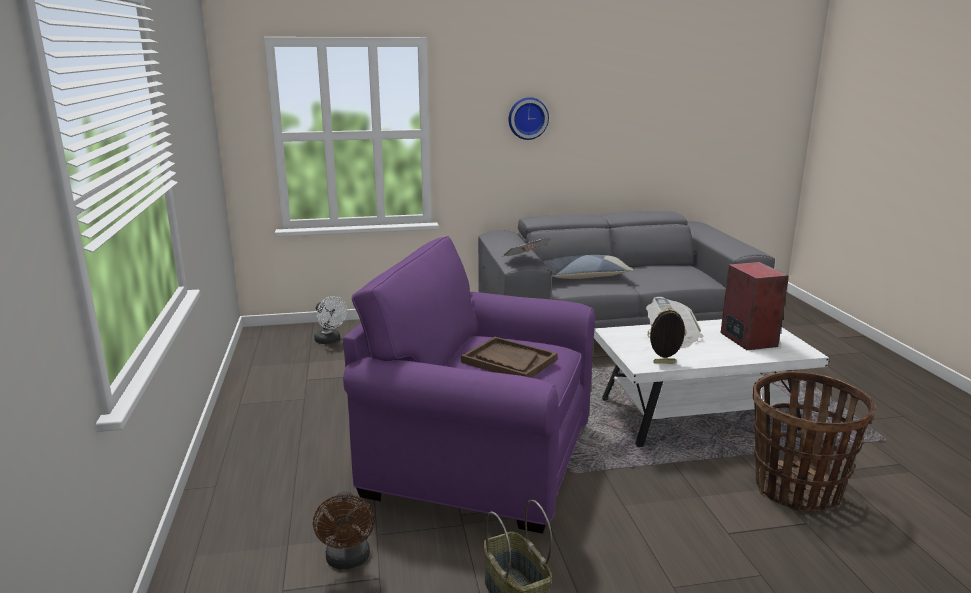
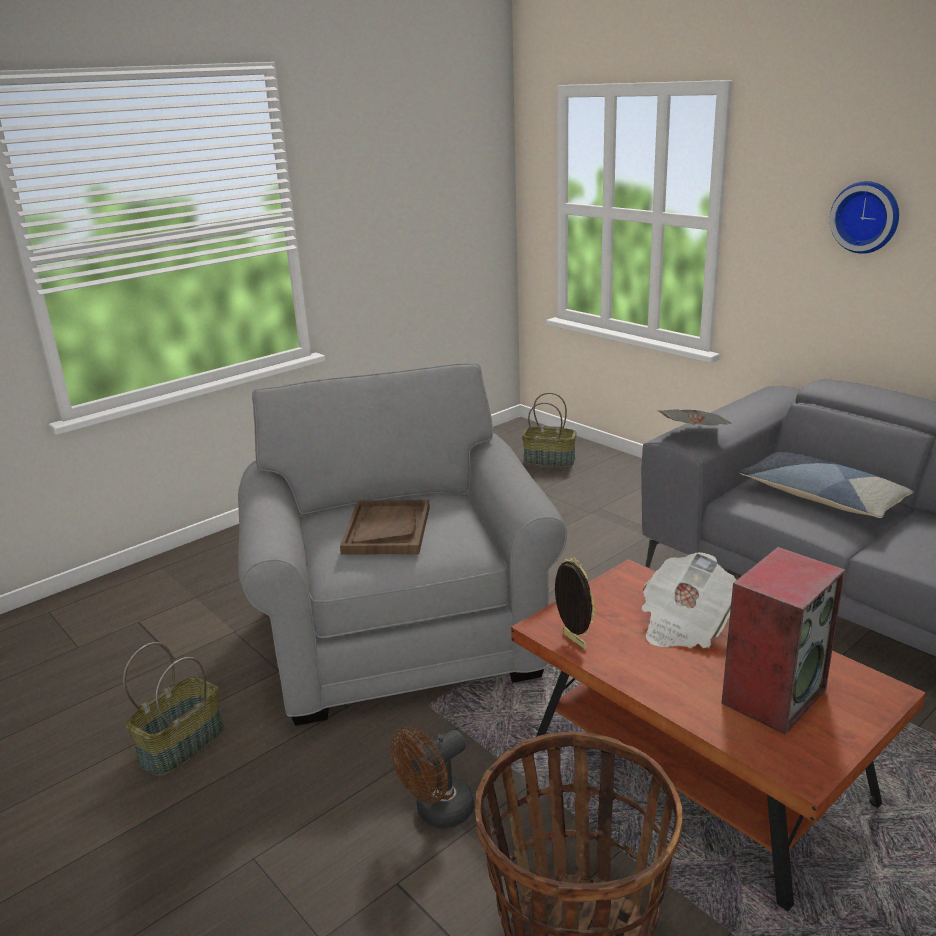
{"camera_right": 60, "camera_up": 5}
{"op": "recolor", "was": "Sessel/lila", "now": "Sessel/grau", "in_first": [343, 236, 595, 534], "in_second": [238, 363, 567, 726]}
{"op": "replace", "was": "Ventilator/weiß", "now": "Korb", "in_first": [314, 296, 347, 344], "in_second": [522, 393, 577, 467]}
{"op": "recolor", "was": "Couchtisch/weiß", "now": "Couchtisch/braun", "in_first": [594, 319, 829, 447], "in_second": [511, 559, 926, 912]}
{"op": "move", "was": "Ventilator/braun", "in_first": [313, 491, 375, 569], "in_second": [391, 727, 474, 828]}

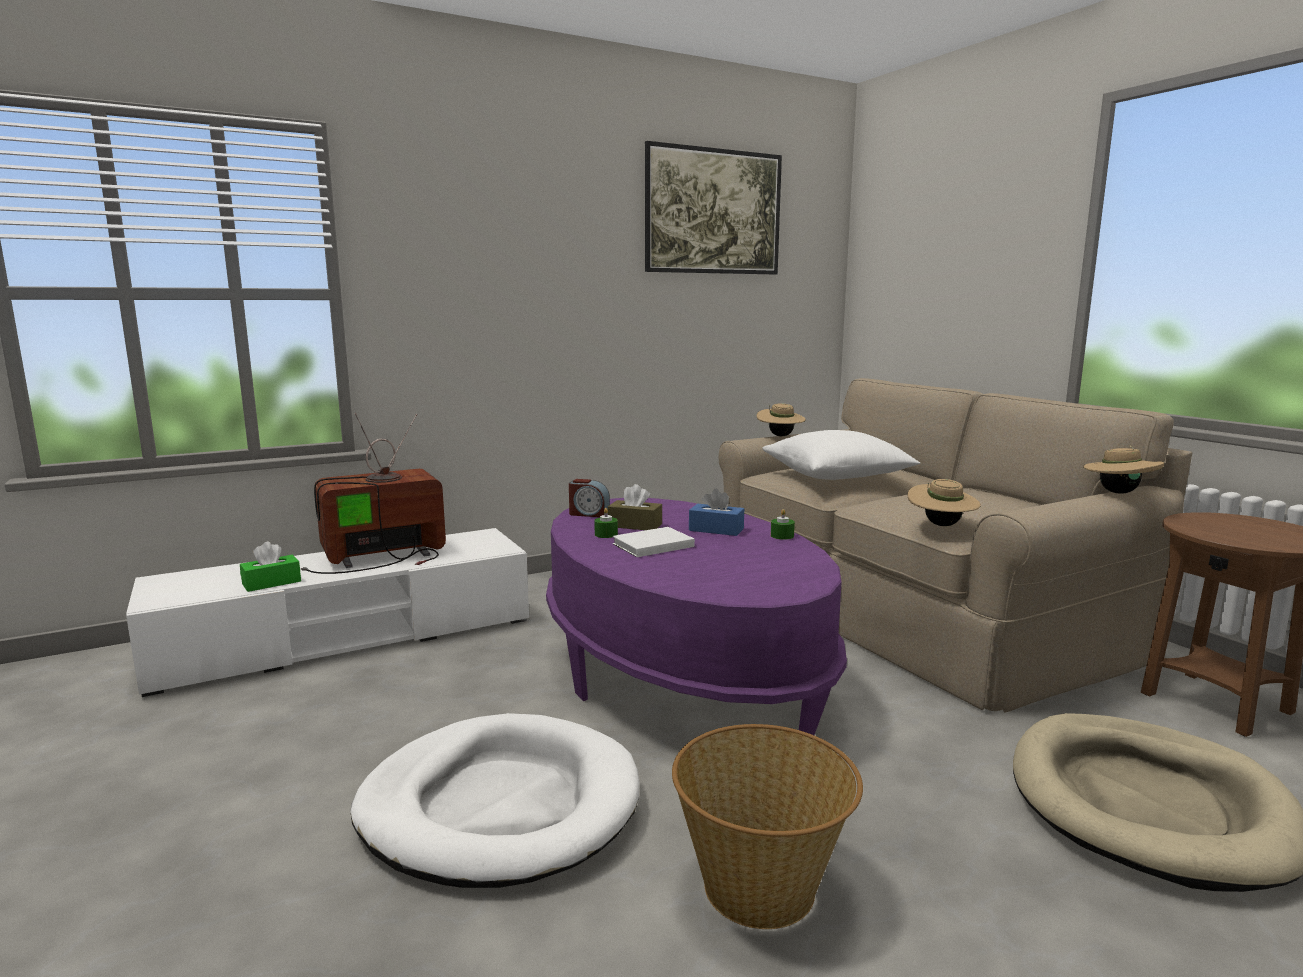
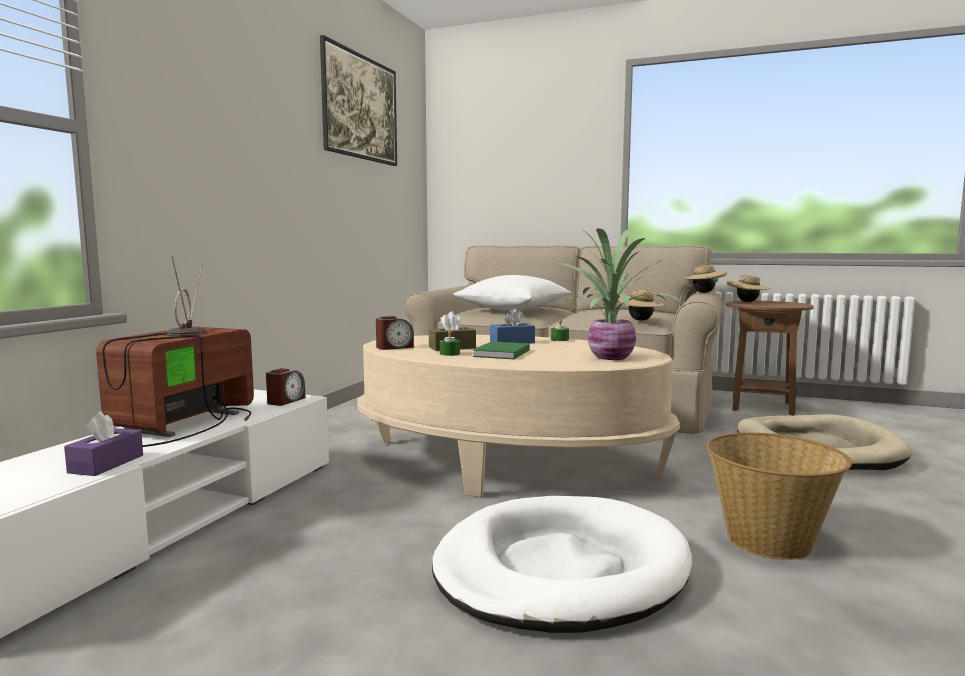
{"camera_right": -40, "camera_up": -5}
{"op": "move", "was": "Hut/beige", "in_first": [757, 403, 806, 436], "in_second": [727, 275, 770, 302]}
{"op": "recolor", "was": "Couchtisch/lila", "now": "Couchtisch/beige", "in_first": [546, 498, 847, 735], "in_second": [357, 335, 680, 497]}
{"op": "recolor", "was": "Buch/weiß", "now": "Buch/grün", "in_first": [613, 527, 695, 557], "in_second": [473, 342, 530, 359]}
{"op": "recolor", "was": "Taschentuchbox/grün", "now": "Taschentuchbox/lila", "in_first": [240, 541, 301, 592], "in_second": [64, 411, 143, 476]}
{"op": "insert", "now": "Topfpflanze", "in_second": [531, 228, 683, 360]}
{"op": "insert", "now": "Wecker", "in_second": [266, 368, 305, 406]}

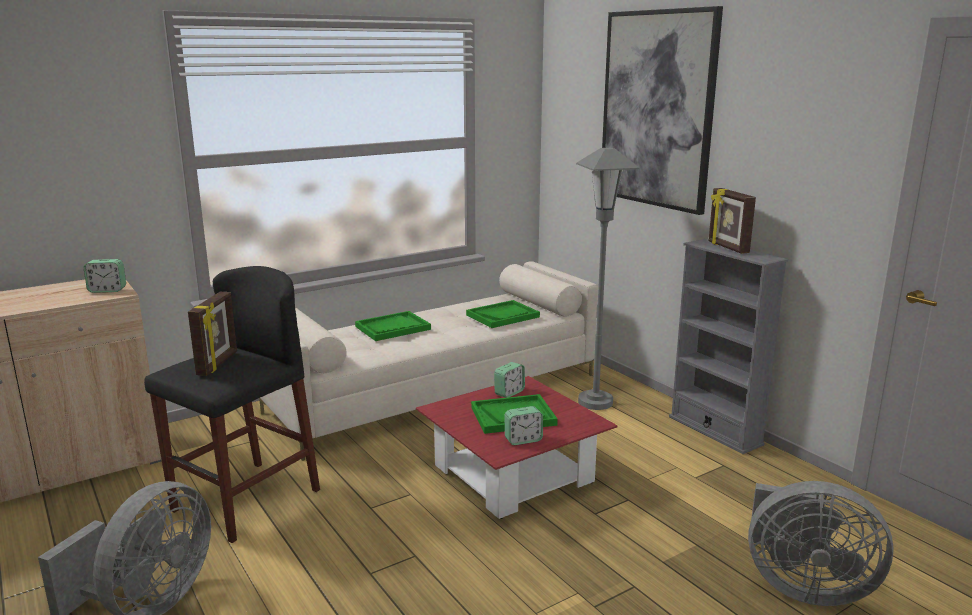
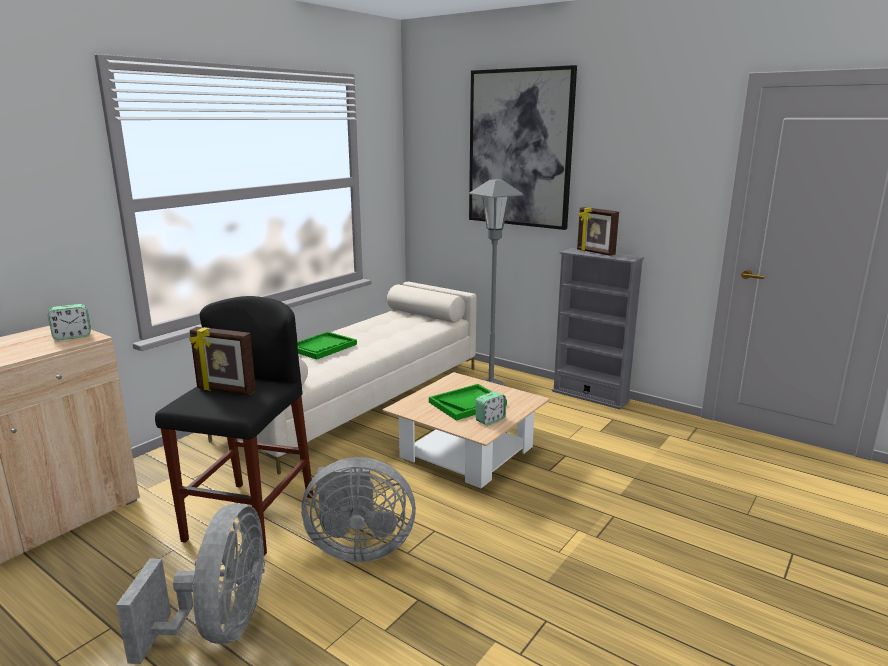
{"camera_right": -20, "camera_up": 0}
{"op": "rotate", "was": "Bilderrahmen", "in_first": [188, 292, 237, 376], "in_second": [189, 327, 256, 395], "clockwise": 120}
{"op": "delete", "was": "Tablett/grün", "in_first": [466, 300, 540, 328]}
{"op": "delete", "was": "Wecker", "in_first": [494, 362, 525, 398]}
{"op": "recolor", "was": "Couchtisch/rot", "now": "Couchtisch/beige", "in_first": [416, 376, 617, 519], "in_second": [382, 372, 550, 488]}
{"op": "move", "was": "Ventilator/grau", "in_first": [748, 481, 893, 606], "in_second": [302, 457, 416, 562]}

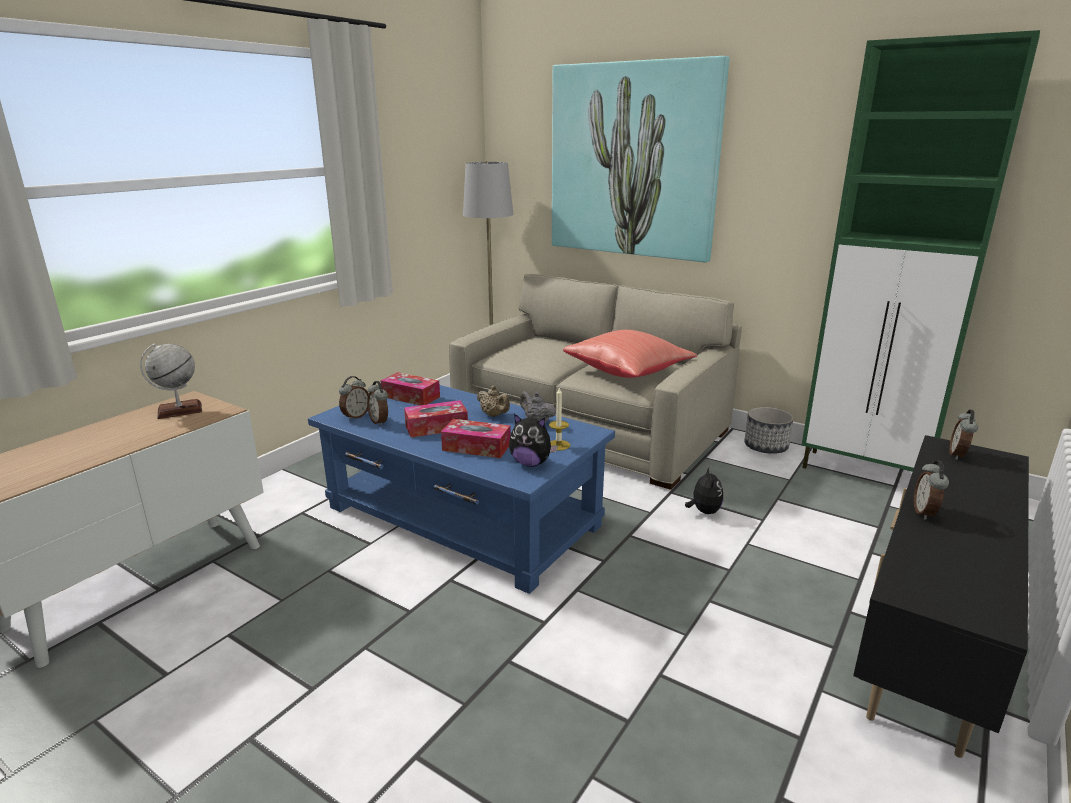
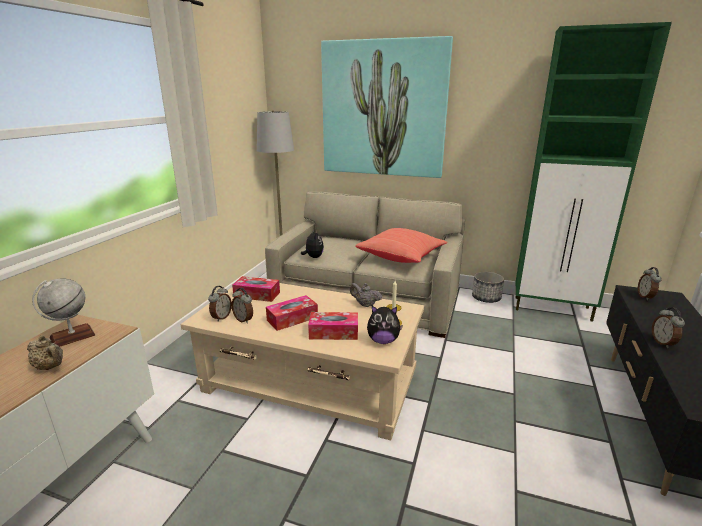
{"camera_right": -15, "camera_up": 0}
{"op": "recolor", "was": "Couchtisch/blau", "now": "Couchtisch/beige", "in_first": [308, 385, 615, 594], "in_second": [180, 283, 424, 440]}
{"op": "move", "was": "Teekanne/beige", "in_first": [477, 385, 510, 417], "in_second": [27, 335, 63, 370]}
{"op": "move", "was": "Plüschtier", "in_first": [685, 467, 723, 514], "in_second": [301, 229, 324, 258]}

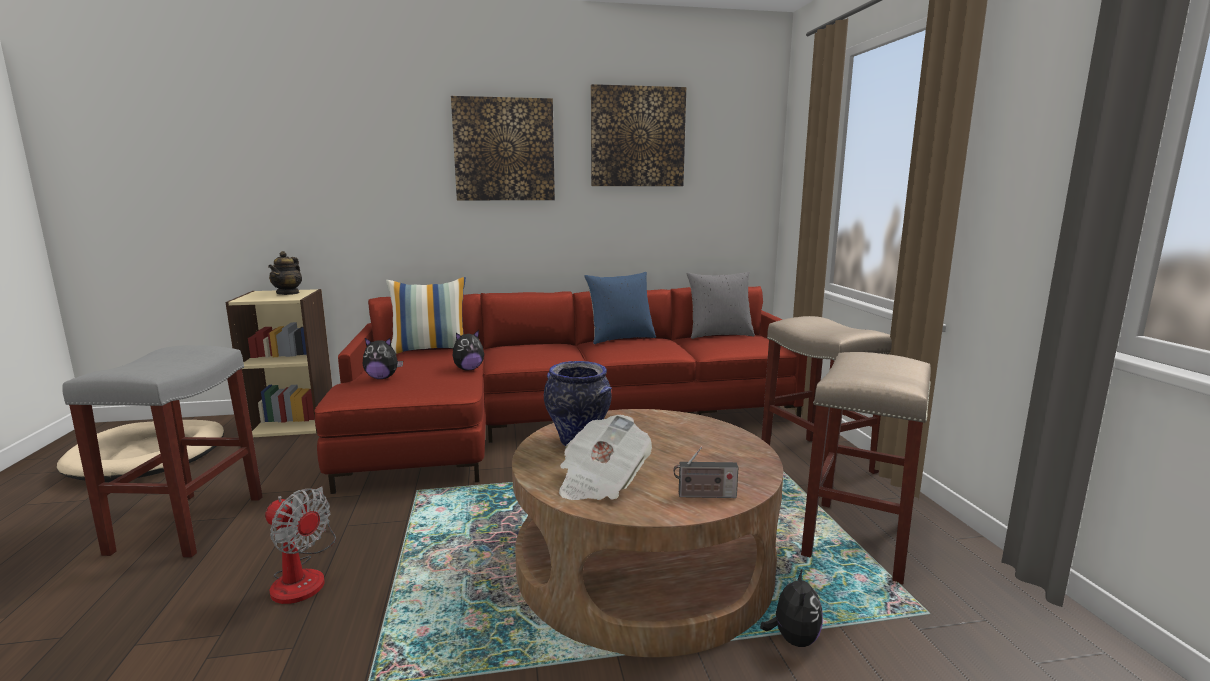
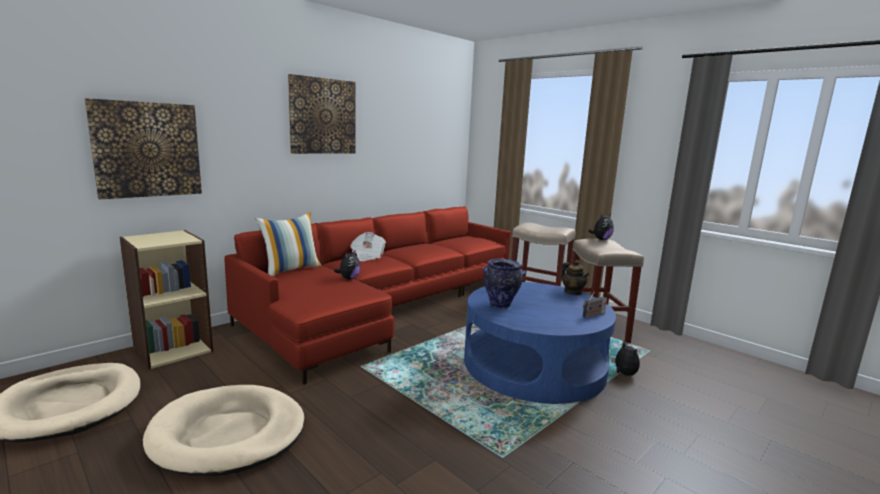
{"camera_right": -35, "camera_up": 0}
{"op": "move", "was": "Bild", "in_first": [591, 84, 686, 186], "in_second": [85, 98, 202, 199]}
{"op": "move", "was": "Teekanne", "in_first": [268, 251, 302, 295], "in_second": [561, 260, 589, 295]}
{"op": "delete", "was": "Kissen/grau", "in_first": [687, 271, 755, 339]}
{"op": "delete", "was": "Kissen/blau", "in_first": [584, 272, 656, 344]}
{"op": "move", "was": "Plüschtier", "in_first": [363, 338, 403, 379], "in_second": [589, 214, 614, 240]}
{"op": "replace", "was": "Hocker/grau", "now": "Hundebett/beige", "in_first": [62, 345, 263, 558], "in_second": [143, 385, 305, 476]}
{"op": "recolor", "was": "Couchtisch/braun", "now": "Couchtisch/blau", "in_first": [512, 409, 783, 657], "in_second": [464, 282, 616, 404]}
{"op": "move", "was": "Zeitung", "in_first": [559, 415, 652, 500], "in_second": [350, 232, 386, 261]}
{"op": "delete", "was": "Ventilator", "in_first": [265, 486, 336, 604]}

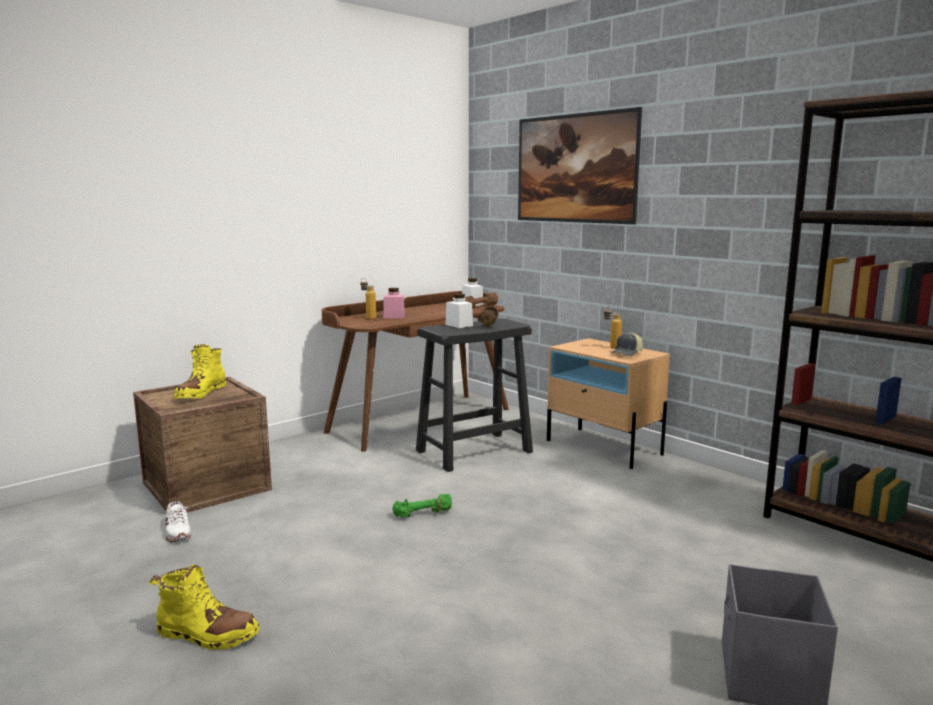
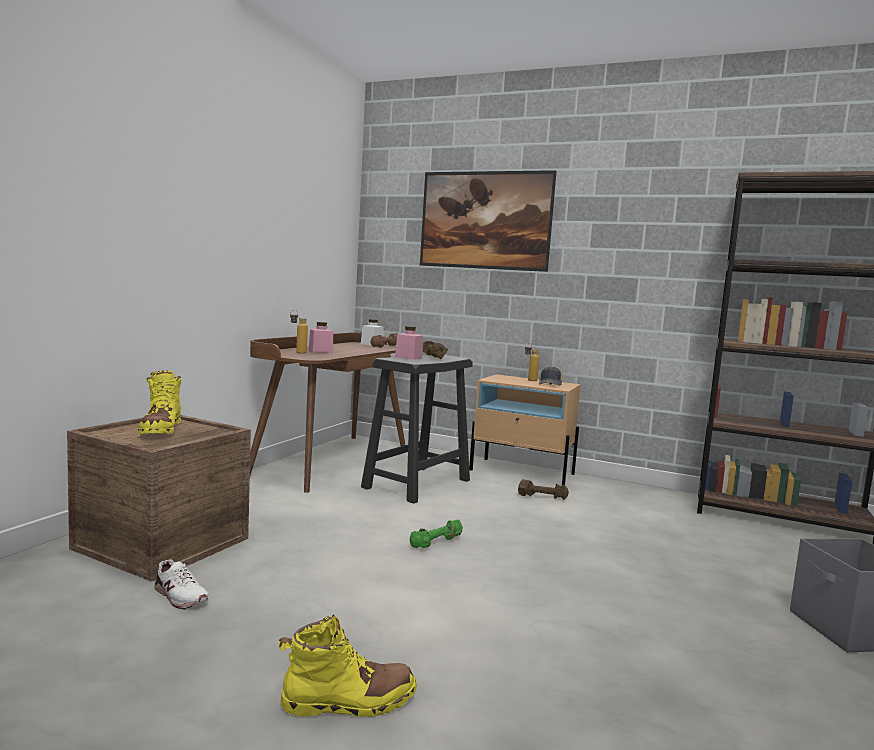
{"camera_right": -25, "camera_up": -5}
{"op": "recolor", "was": "Vorratsglas/weiß", "now": "Vorratsglas/rosa", "in_first": [445, 293, 473, 328], "in_second": [395, 326, 423, 360]}
{"op": "insert", "now": "Hantel/braun", "in_second": [518, 479, 569, 500]}

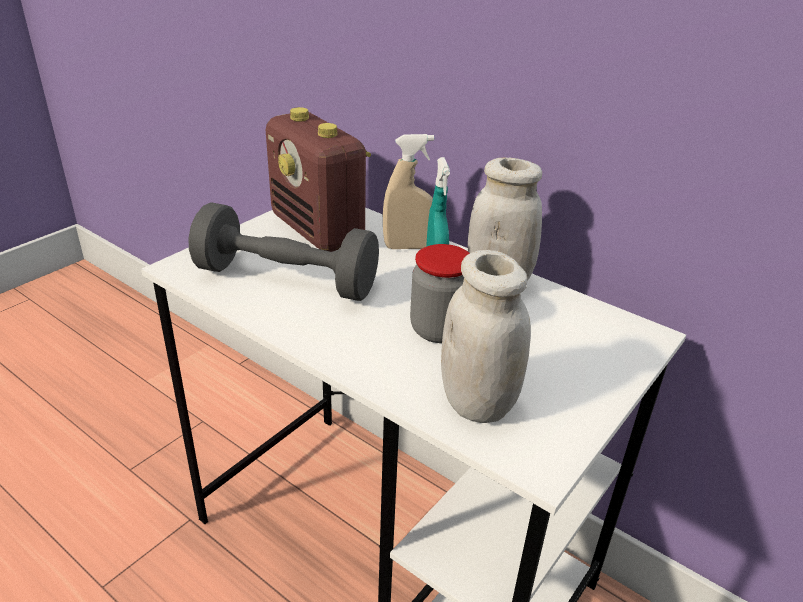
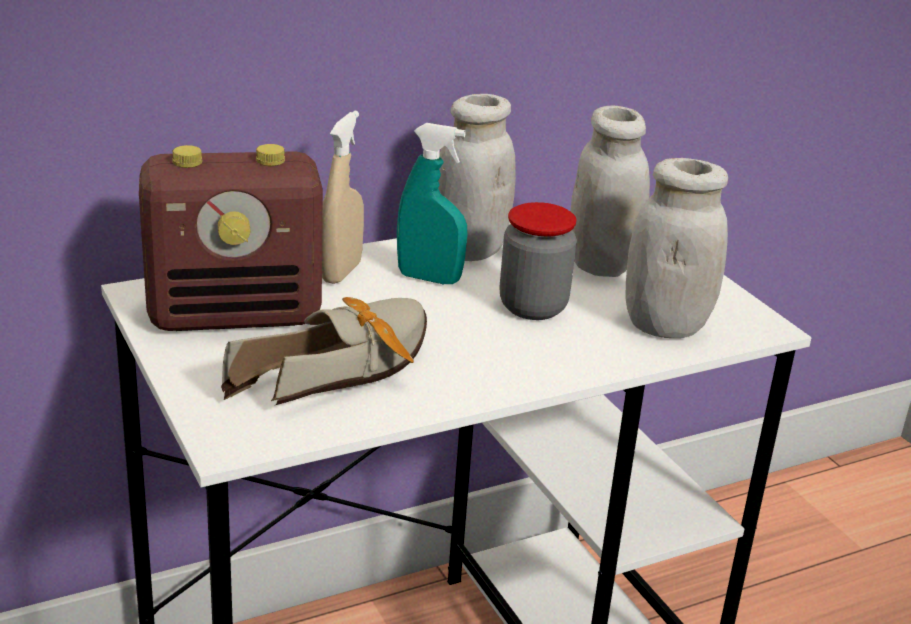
{"camera_right": -65, "camera_up": -5}
{"op": "replace", "was": "Hantel/grau", "now": "Schuh", "in_first": [188, 202, 379, 301], "in_second": [221, 297, 427, 405]}
{"op": "insert", "now": "Vorratsglas/weiß", "in_second": [570, 106, 650, 277]}

